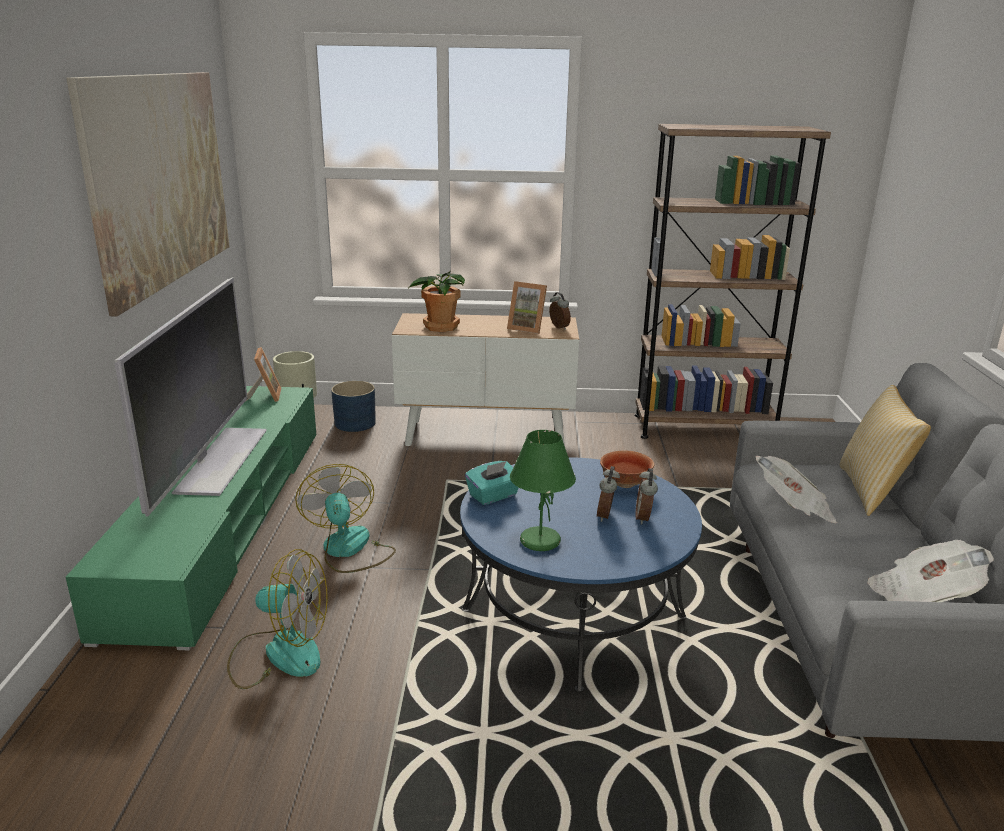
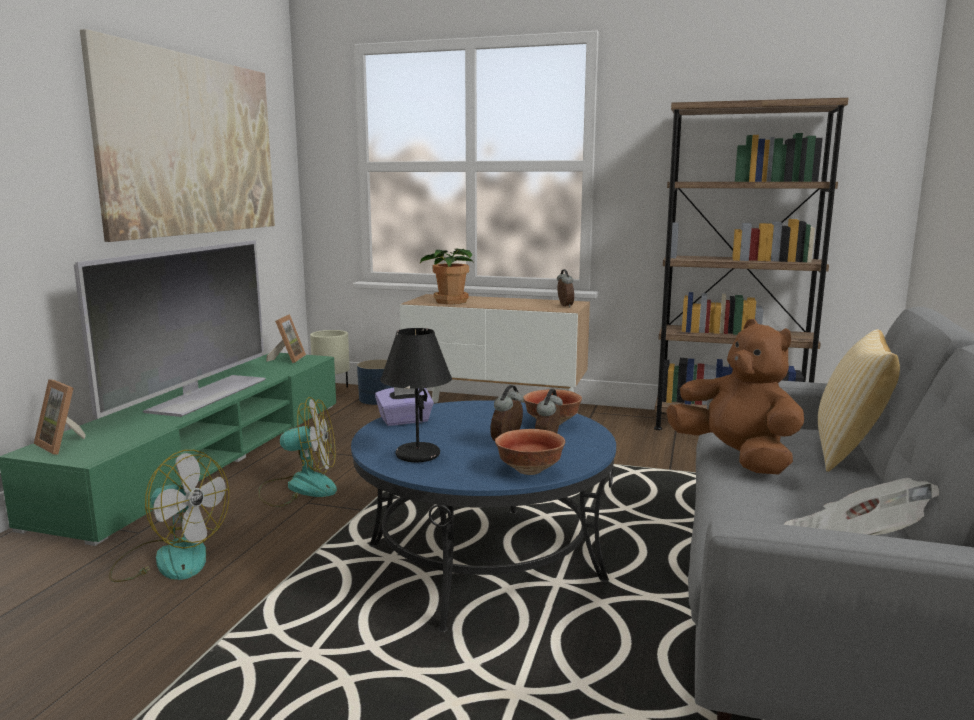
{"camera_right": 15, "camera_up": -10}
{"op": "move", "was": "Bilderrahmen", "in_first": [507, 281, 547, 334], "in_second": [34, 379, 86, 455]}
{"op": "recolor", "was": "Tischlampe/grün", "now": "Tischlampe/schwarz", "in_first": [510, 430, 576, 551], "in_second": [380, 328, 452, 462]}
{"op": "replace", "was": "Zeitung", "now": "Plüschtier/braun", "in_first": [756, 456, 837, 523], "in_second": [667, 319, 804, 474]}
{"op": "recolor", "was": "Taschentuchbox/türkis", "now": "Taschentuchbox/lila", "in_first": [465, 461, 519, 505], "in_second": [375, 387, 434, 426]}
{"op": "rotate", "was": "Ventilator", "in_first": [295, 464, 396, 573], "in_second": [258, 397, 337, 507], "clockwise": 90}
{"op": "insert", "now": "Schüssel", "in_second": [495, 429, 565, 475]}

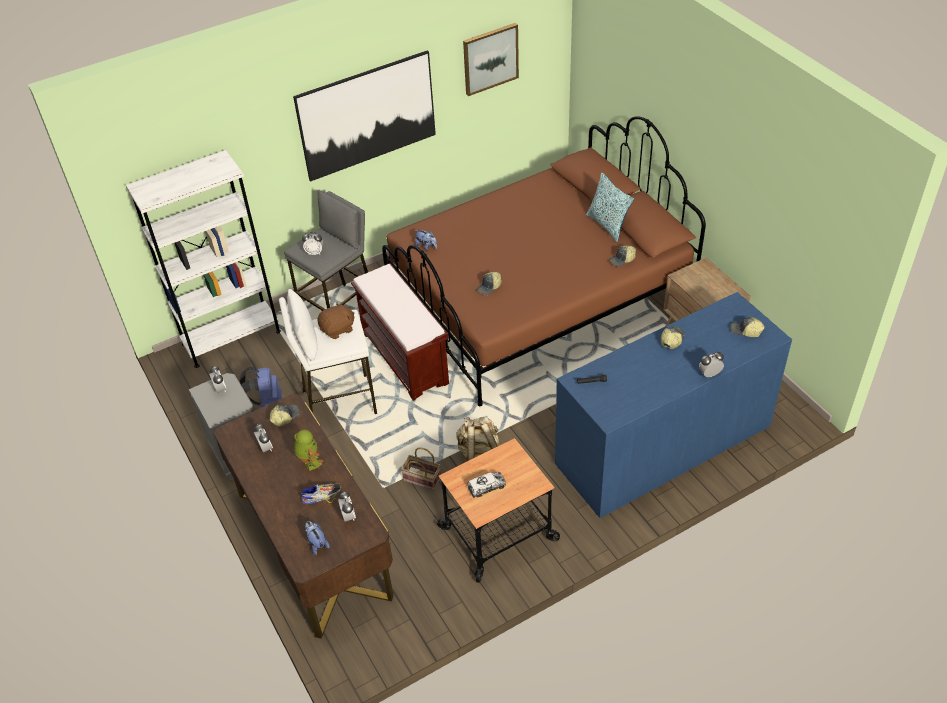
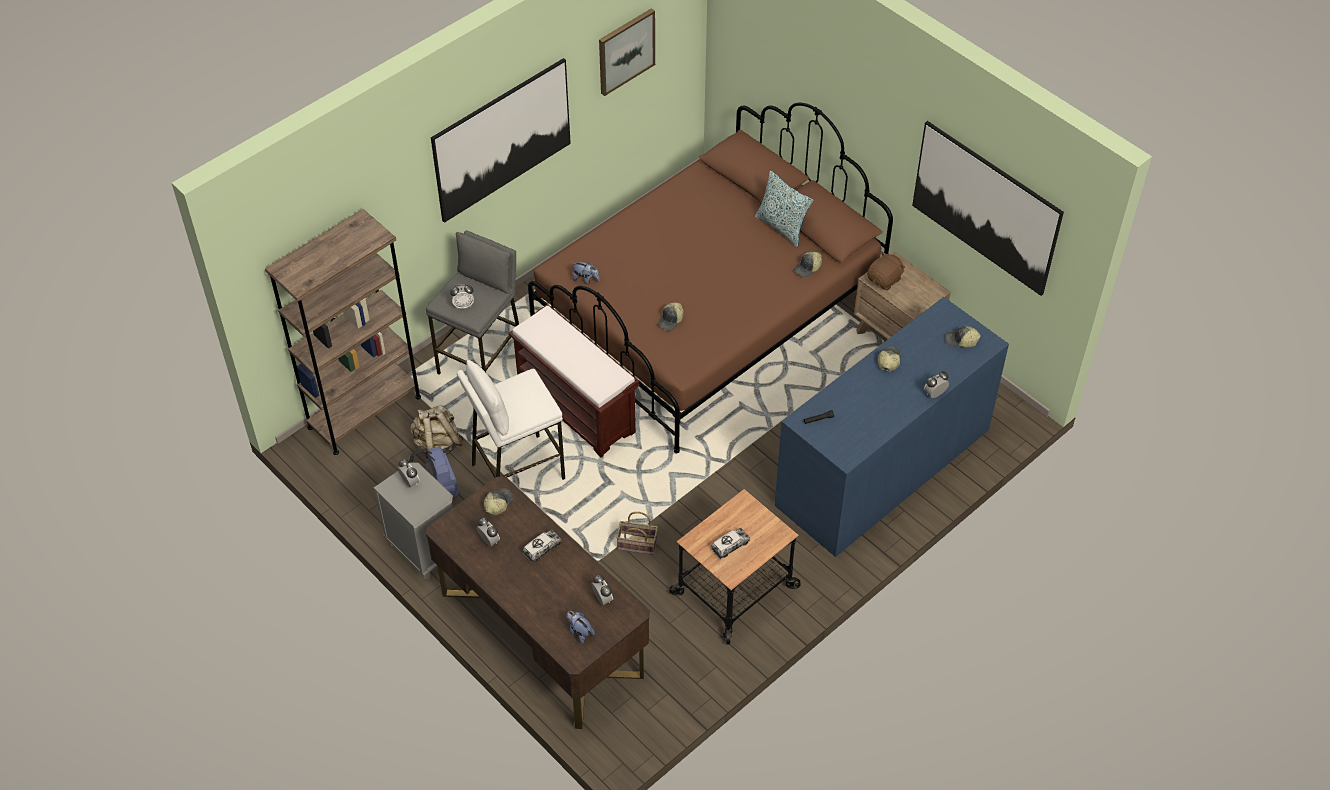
{"camera_right": -15, "camera_up": 5}
{"op": "recolor", "was": "Bücherregal/weiß", "now": "Bücherregal/braun", "in_first": [126, 150, 281, 368], "in_second": [265, 209, 421, 455]}
{"op": "move", "was": "Plüschtier/braun", "in_first": [318, 302, 355, 339], "in_second": [867, 251, 906, 290]}
{"op": "move", "was": "Rucksack/beige", "in_first": [456, 416, 500, 461], "in_second": [410, 405, 464, 459]}
{"op": "replace", "was": "Spielzeugroboter", "now": "Spielzeuglaster", "in_first": [294, 430, 324, 471], "in_second": [523, 530, 562, 563]}
{"op": "delete", "was": "Schuh", "in_first": [300, 483, 341, 504]}
{"op": "insert", "now": "Bild", "in_second": [912, 121, 1064, 296]}

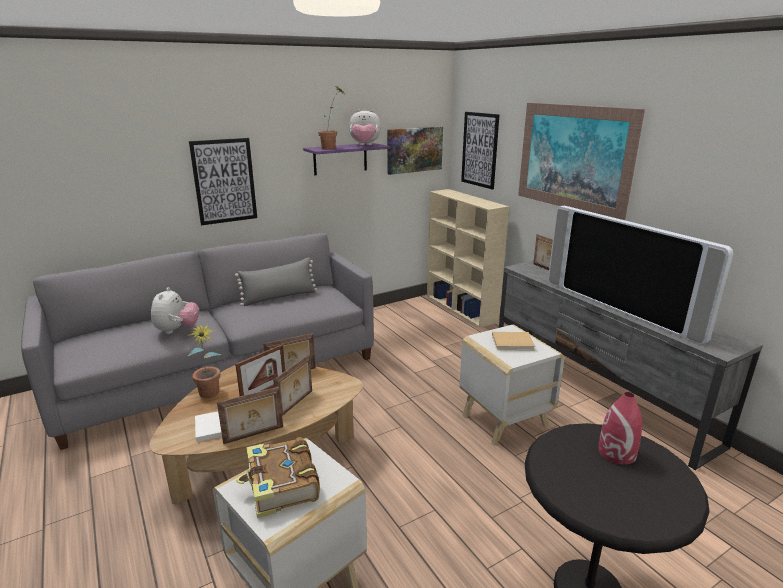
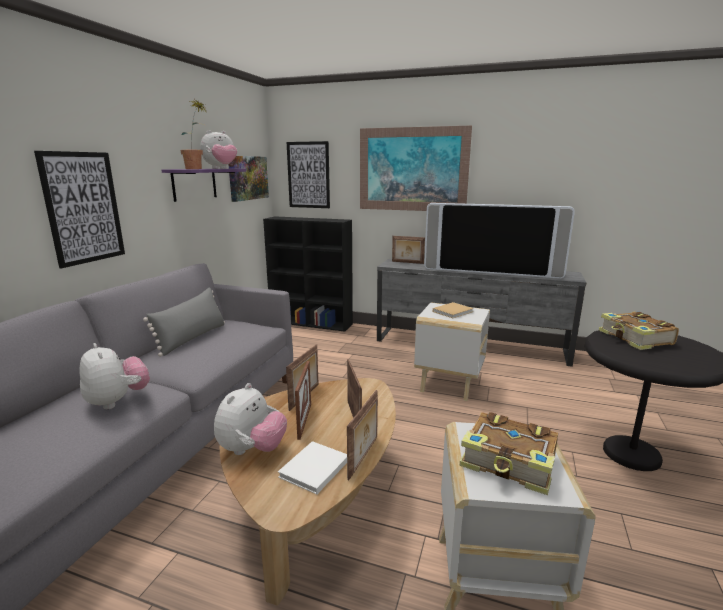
{"camera_right": -40, "camera_up": -5}
{"op": "recolor", "was": "Bücherregal/beige", "now": "Bücherregal/schwarz", "in_first": [427, 189, 509, 328], "in_second": [263, 216, 353, 332]}
{"op": "replace", "was": "Topfpflanze", "now": "Plüschtier", "in_first": [187, 324, 221, 398], "in_second": [214, 383, 287, 455]}
{"op": "replace", "was": "Vase/rot", "now": "Buch", "in_first": [598, 392, 642, 465], "in_second": [599, 312, 679, 350]}

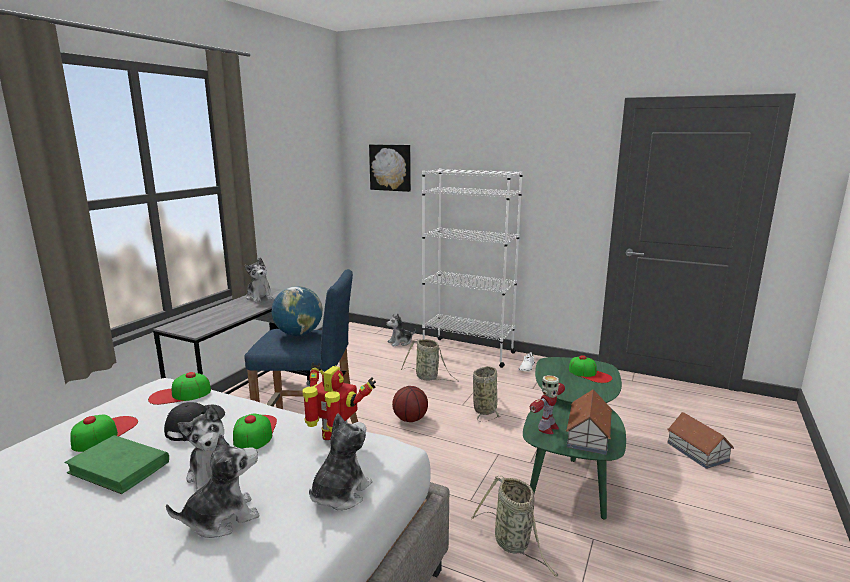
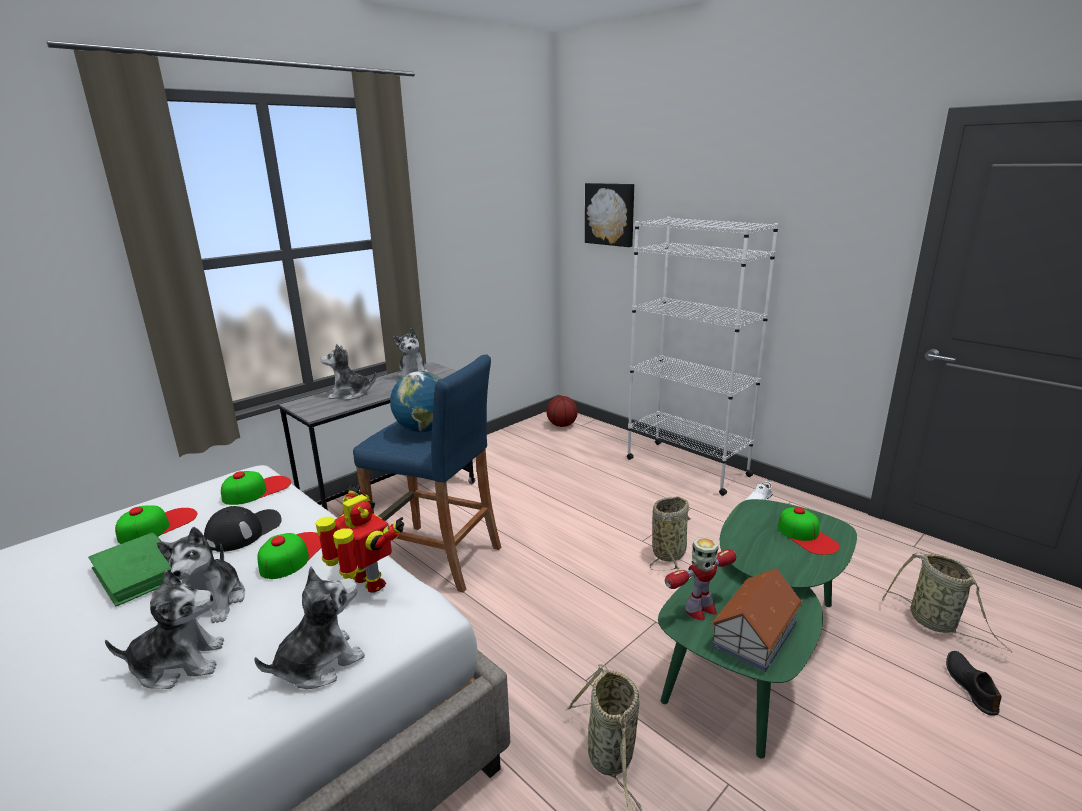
{"camera_right": 20, "camera_up": 5}
{"op": "move", "was": "Plüschtier", "in_first": [386, 313, 415, 347], "in_second": [321, 344, 376, 400]}
{"op": "move", "was": "Korb", "in_first": [401, 339, 459, 382], "in_second": [882, 552, 1012, 652]}
{"op": "rotate", "was": "Kappe", "in_first": [148, 372, 211, 405], "in_second": [221, 471, 291, 505], "clockwise": 135}
{"op": "move", "was": "Basketball", "in_first": [392, 386, 428, 422], "in_second": [546, 396, 578, 427]}
{"op": "replace", "was": "Spielzeughaus", "now": "Schuh/schwarz", "in_first": [667, 412, 734, 469], "in_second": [946, 651, 1001, 716]}

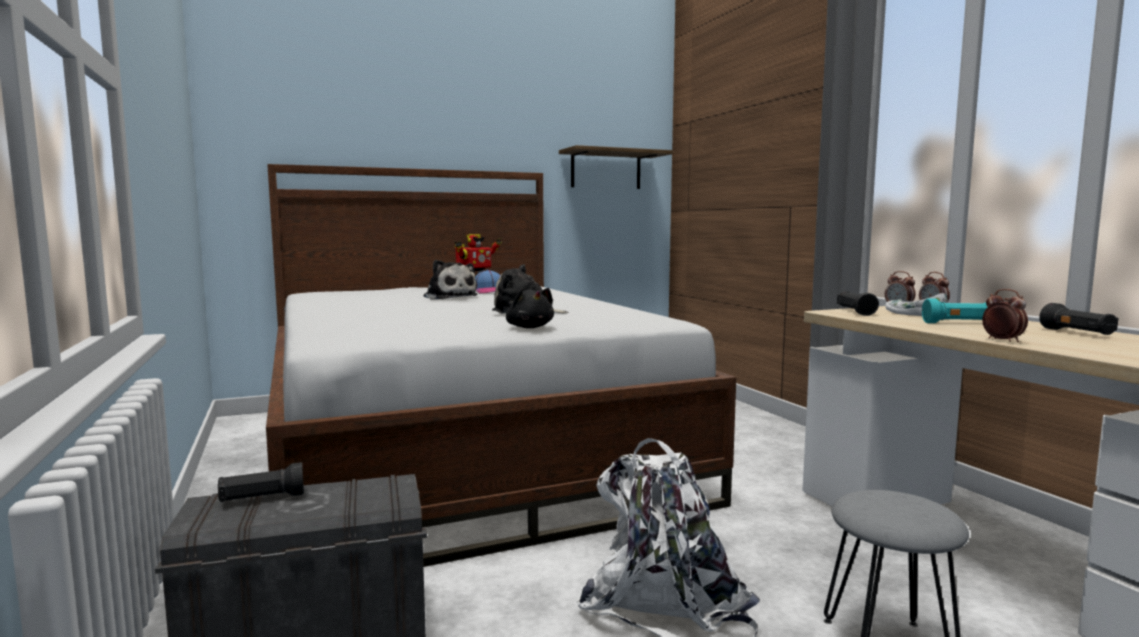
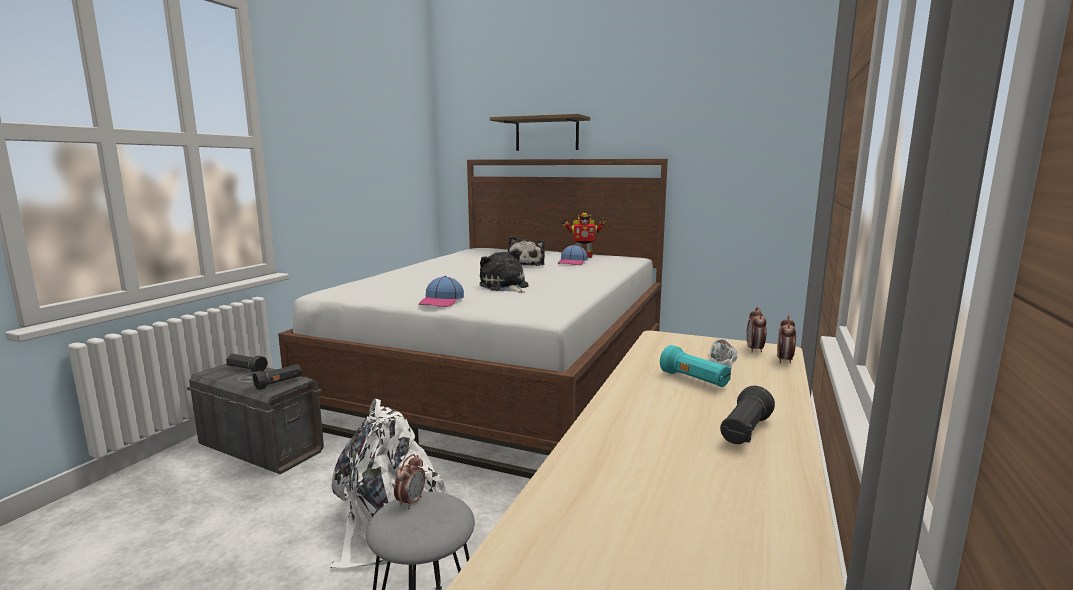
{"camera_right": 45, "camera_up": 5}
{"op": "move", "was": "Wandregal", "in_first": [559, 145, 673, 189], "in_second": [490, 114, 590, 151]}
{"op": "replace", "was": "Plüschtier/schwarz", "now": "Kappe", "in_first": [506, 288, 554, 328], "in_second": [419, 276, 464, 307]}
{"op": "move", "was": "Wecker", "in_first": [982, 289, 1028, 342], "in_second": [394, 454, 425, 509]}
{"op": "move", "was": "Taschenlampe/schwarz", "in_first": [837, 291, 879, 316], "in_second": [252, 364, 302, 390]}

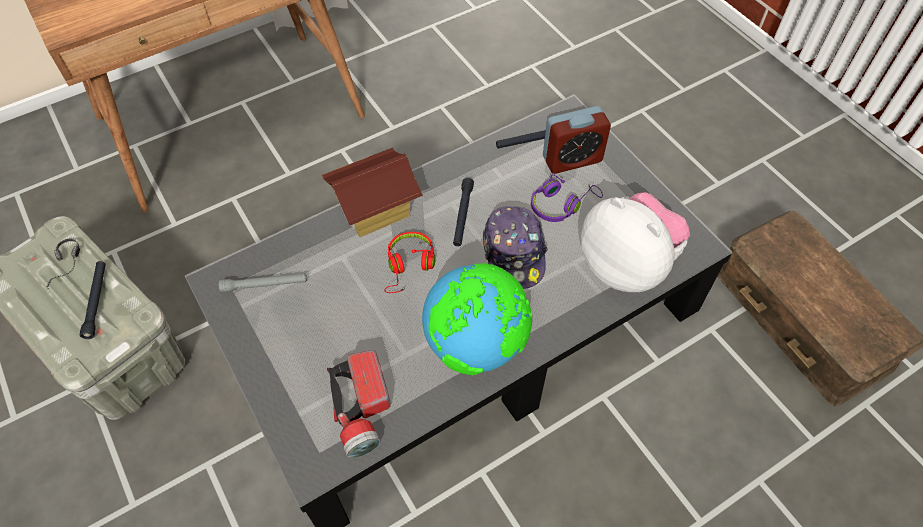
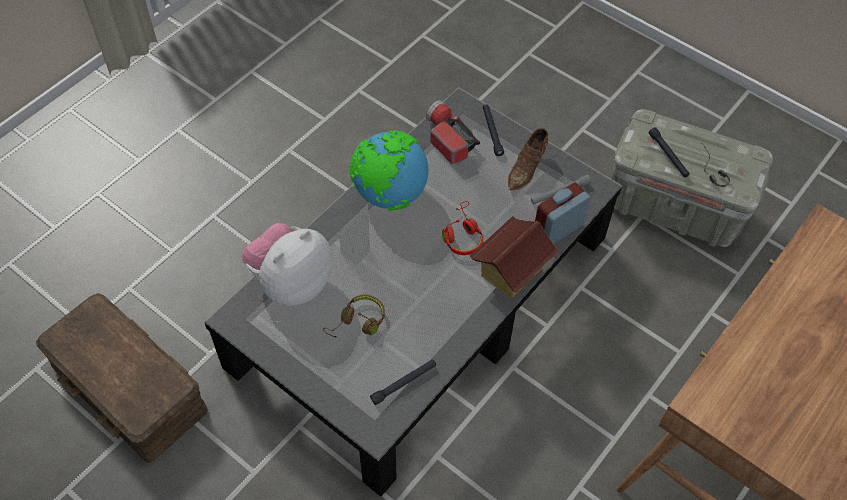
{"camera_right": 160, "camera_up": 0}
{"op": "move", "was": "Wecker", "in_first": [543, 106, 611, 174], "in_second": [535, 182, 590, 244]}
{"op": "recolor", "was": "Kopfhörer/lila", "now": "Kopfhörer/braun", "in_first": [531, 174, 603, 222], "in_second": [323, 295, 385, 337]}
{"op": "move", "was": "Taschenlampe/schwarz", "in_first": [453, 178, 474, 246], "in_second": [483, 105, 504, 156]}
{"op": "rotate", "was": "Plüschtier", "in_first": [580, 192, 690, 292], "in_second": [242, 223, 333, 306], "clockwise": 105}
{"op": "delete", "was": "Kappe", "in_first": [483, 206, 548, 289]}
{"op": "insert", "now": "Schuh/braun", "in_second": [508, 128, 548, 190]}

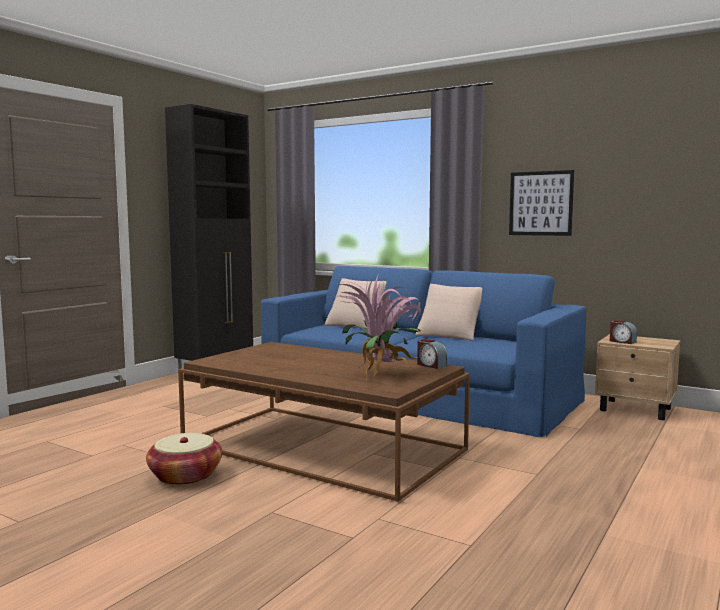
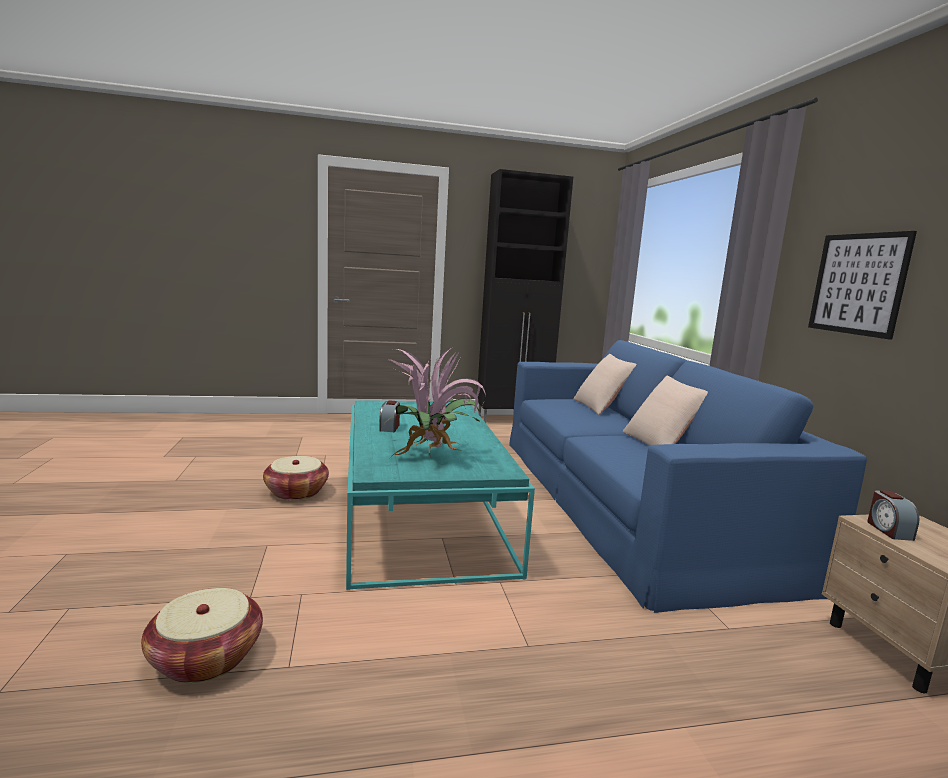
{"camera_right": 45, "camera_up": 5}
{"op": "move", "was": "Wecker", "in_first": [417, 339, 447, 369], "in_second": [379, 400, 400, 432]}
{"op": "recolor", "was": "Couchtisch/braun", "now": "Couchtisch/türkis", "in_first": [178, 342, 470, 502], "in_second": [346, 400, 535, 590]}
{"op": "insert", "now": "Korb", "in_second": [141, 588, 263, 683]}

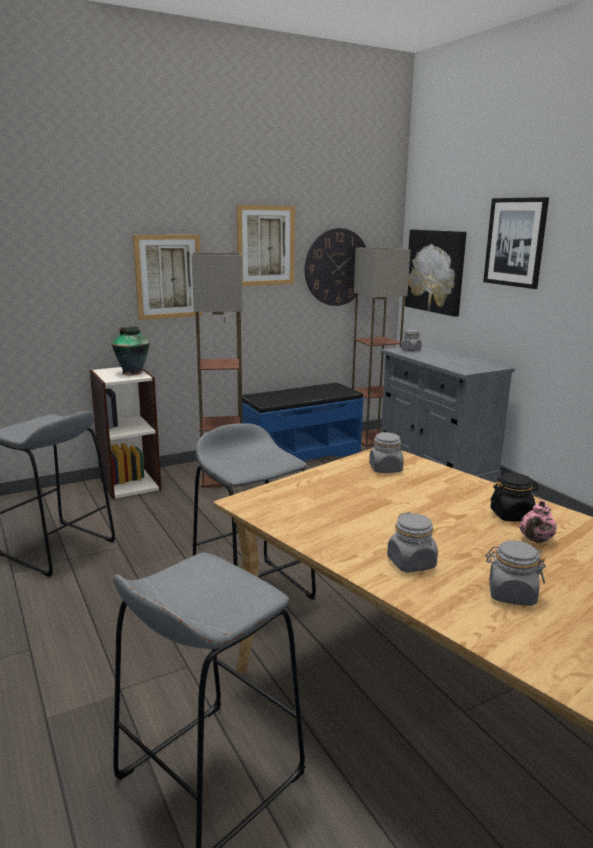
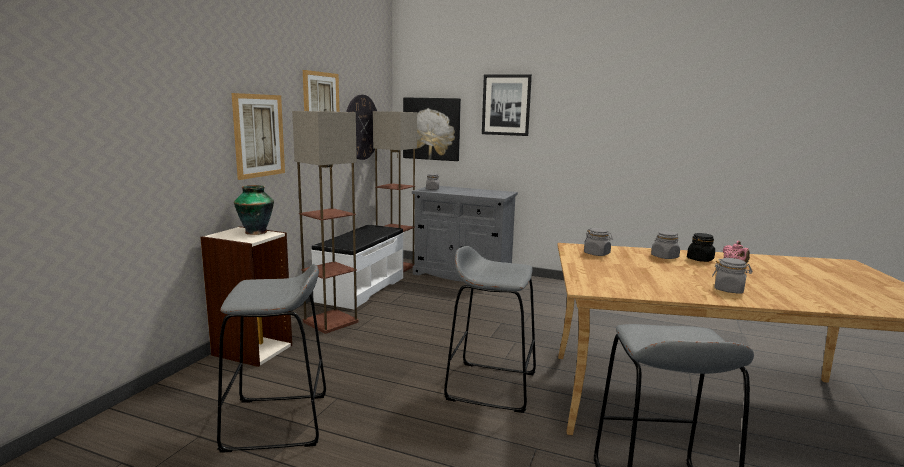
{"camera_right": -40, "camera_up": -5}
{"op": "recolor", "was": "Bank/blau", "now": "Bank/weiß", "in_first": [242, 382, 364, 461], "in_second": [311, 225, 404, 309]}
{"op": "move", "was": "Vorratsglas/grau", "in_first": [486, 540, 546, 606], "in_second": [651, 231, 680, 259]}

